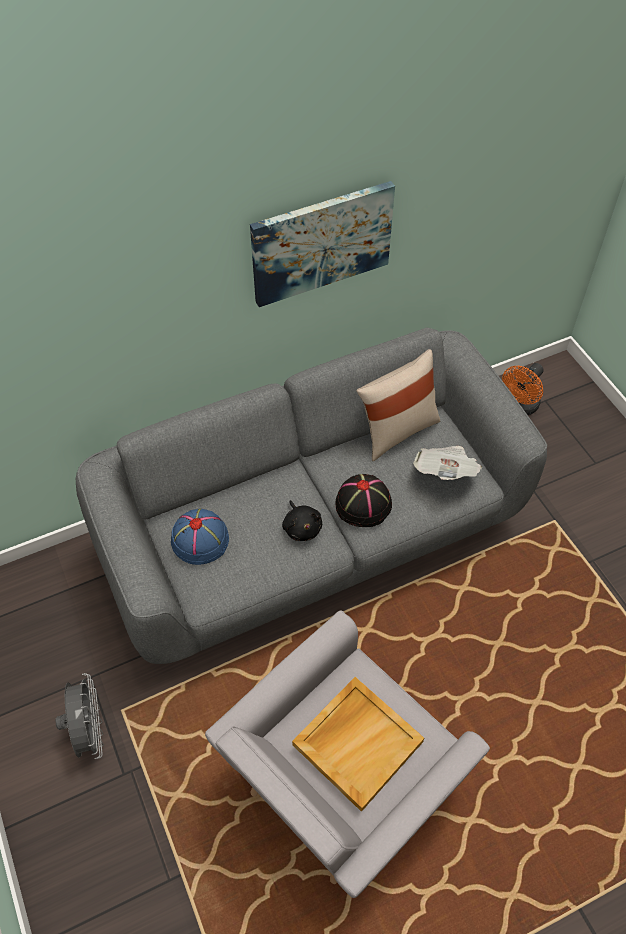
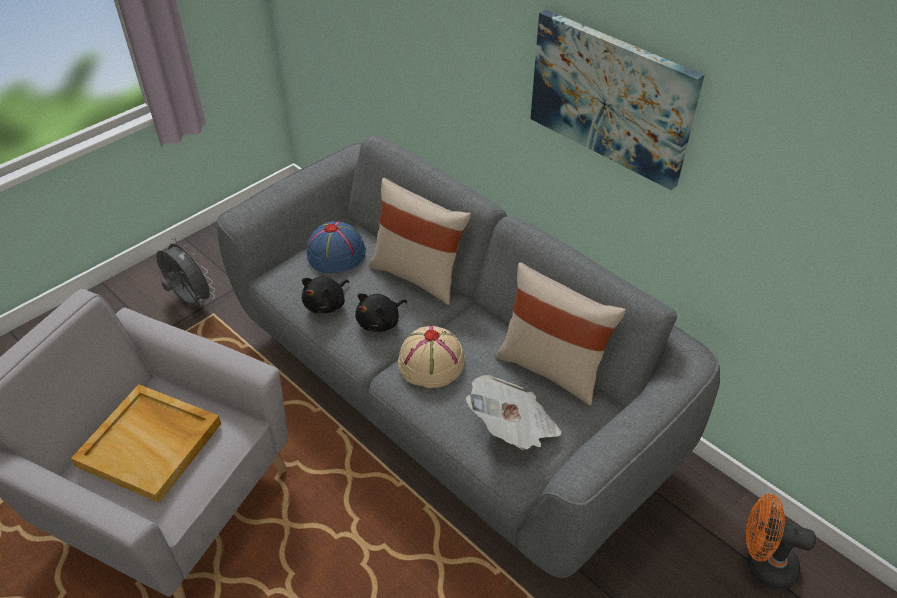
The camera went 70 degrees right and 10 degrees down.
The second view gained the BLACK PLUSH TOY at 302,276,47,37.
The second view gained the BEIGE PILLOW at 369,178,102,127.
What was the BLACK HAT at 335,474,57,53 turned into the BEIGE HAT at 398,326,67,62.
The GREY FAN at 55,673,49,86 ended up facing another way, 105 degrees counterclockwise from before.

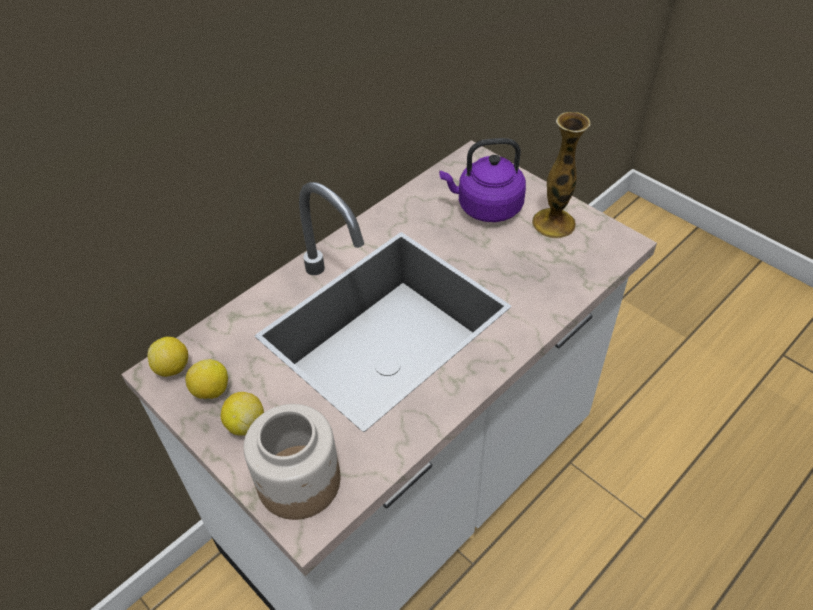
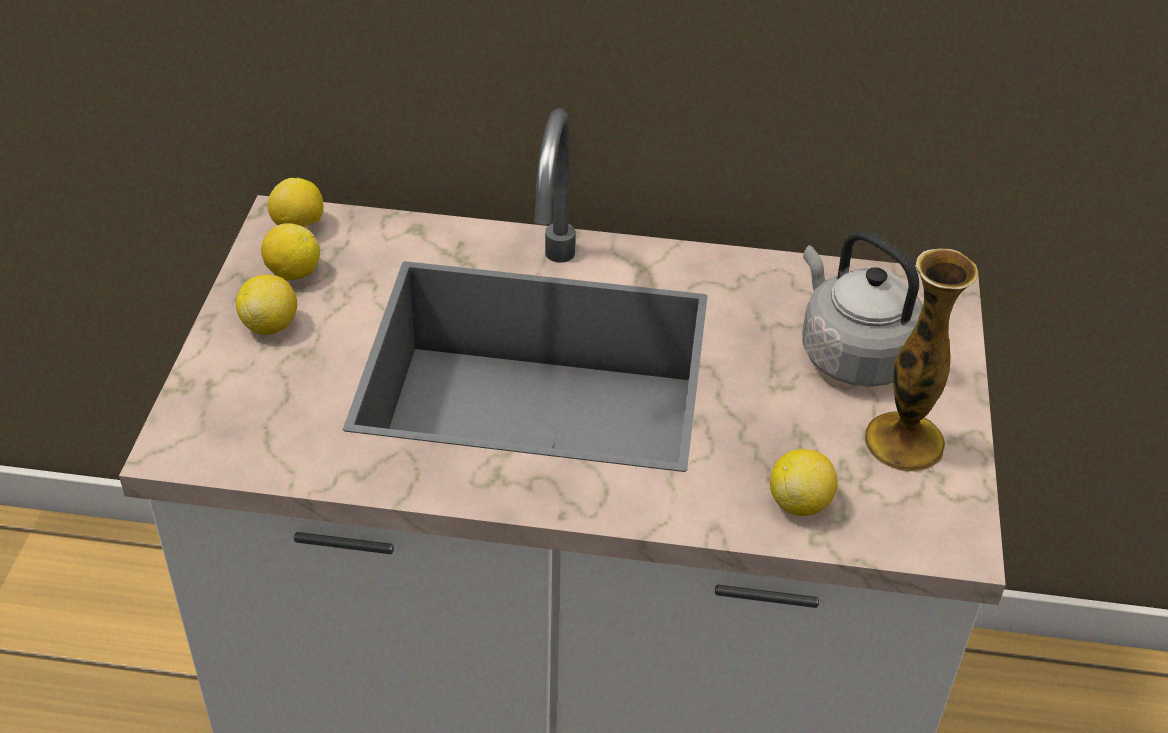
The camera went 50 degrees right and 5 degrees down.
The second view lost the JAR at 243,404,98,116.
The second view gained the LEMON at 770,449,68,67.
What was the PURPLE KETTLE at 439,138,87,84 turned into the GREY KETTLE at 802,230,121,157.

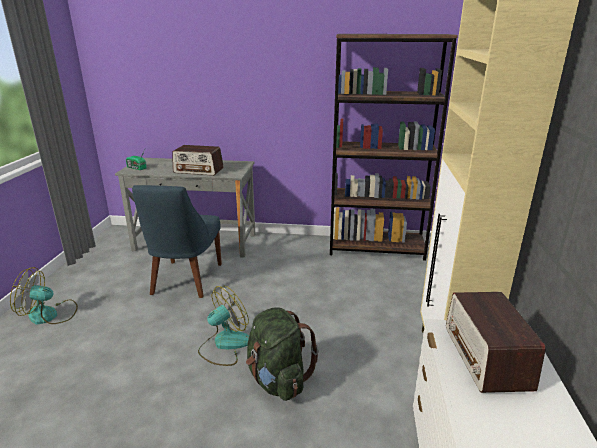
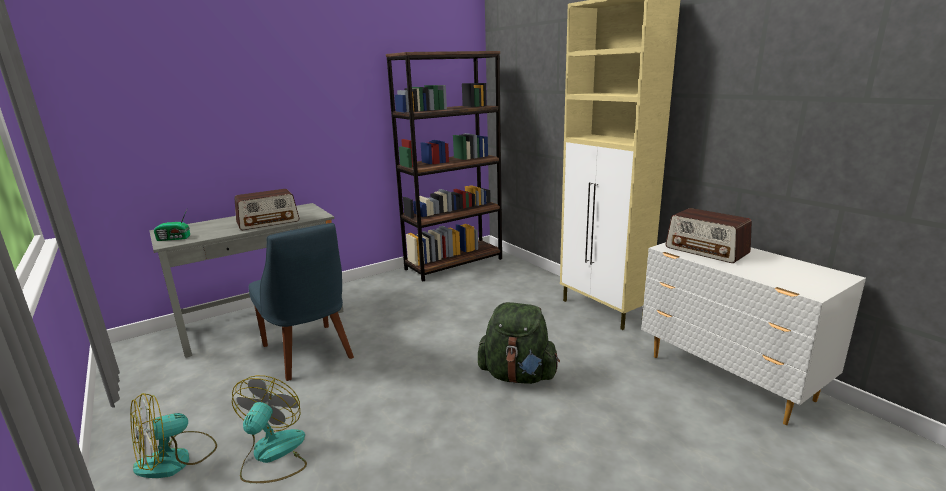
The camera went 40 degrees left and 5 degrees down.
The FAN ended up elsewhere, having gone from 198,286,51,80 to 232,375,75,108.

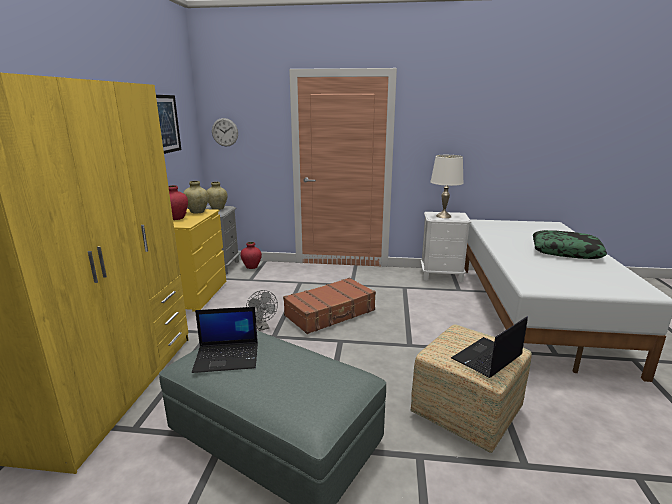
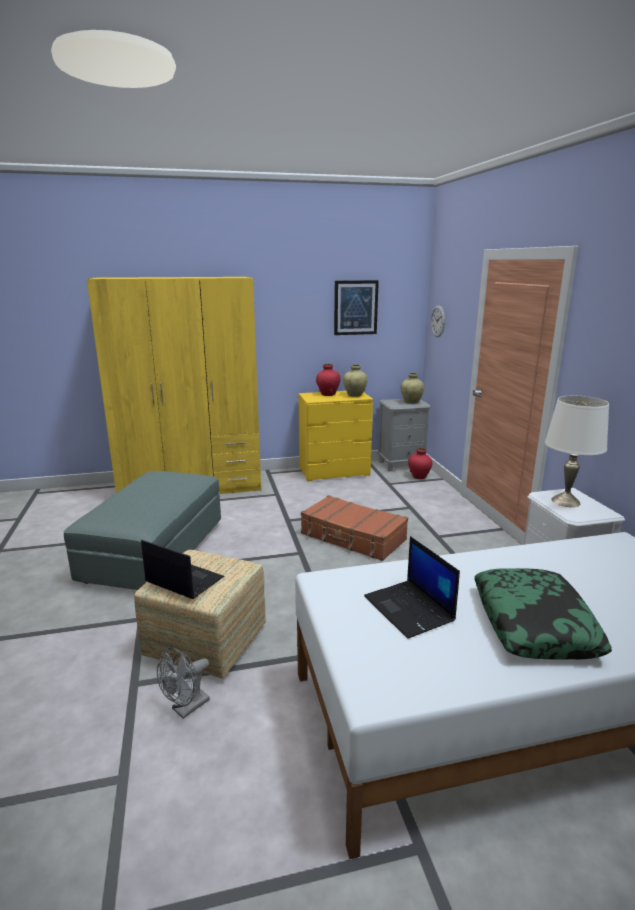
The camera went 70 degrees right and 0 degrees up.
The LAPTOP ended up elsewhere, having gone from 192,307,66,66 to 364,536,96,103.
The GREY FAN ended up elsewhere, having gone from 246,290,32,41 to 157,647,53,72.

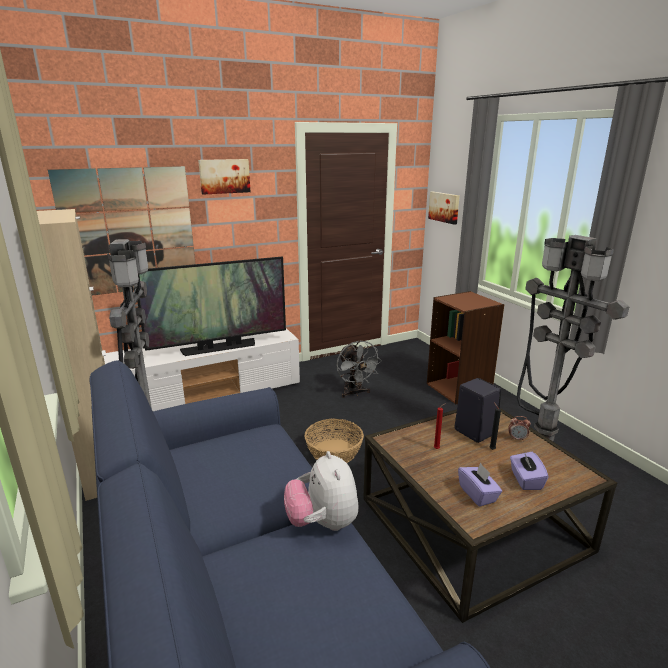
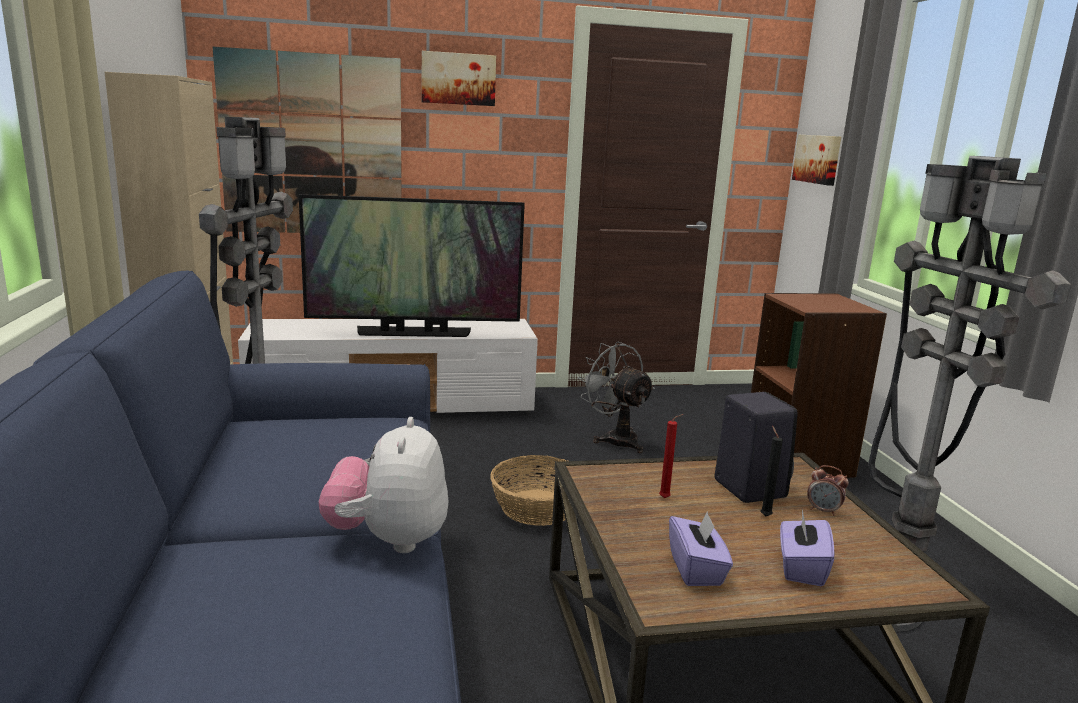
The camera went 15 degrees right and 5 degrees down.
The GREY FAN at 337,340,45,58 ended up facing another way, 150 degrees clockwise from before.

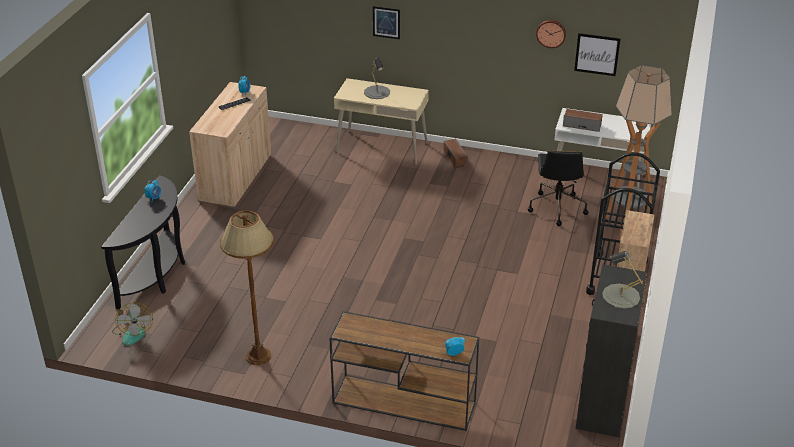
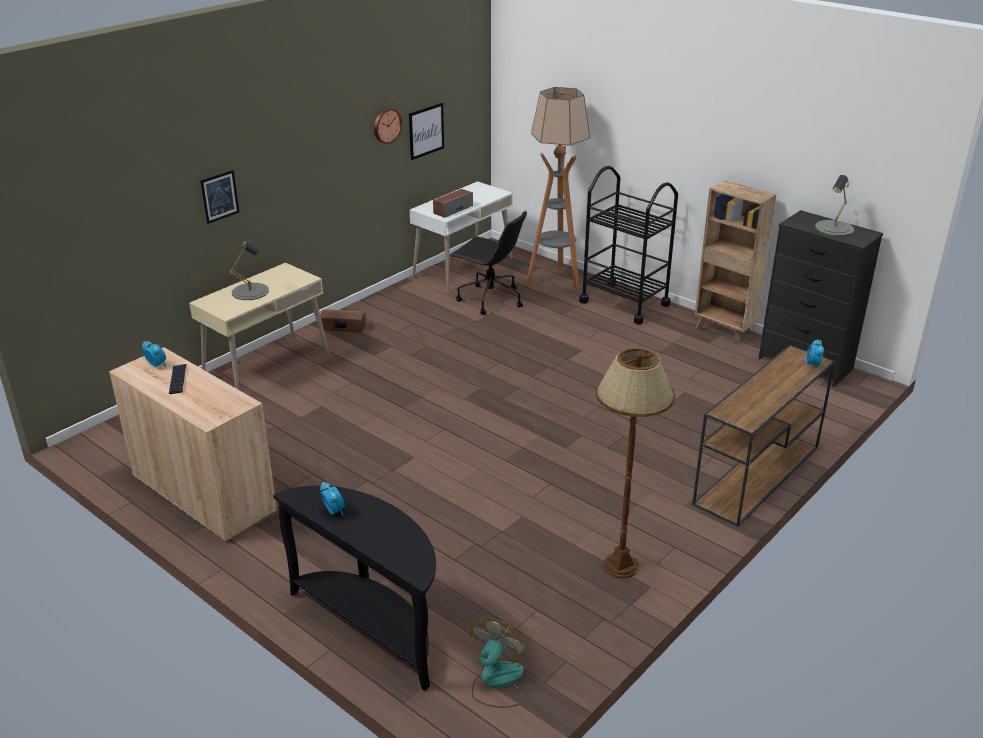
The camera went 65 degrees left and 5 degrees down.
The FAN at 112,303,41,42 ended up facing another way, 75 degrees counterclockwise from before.

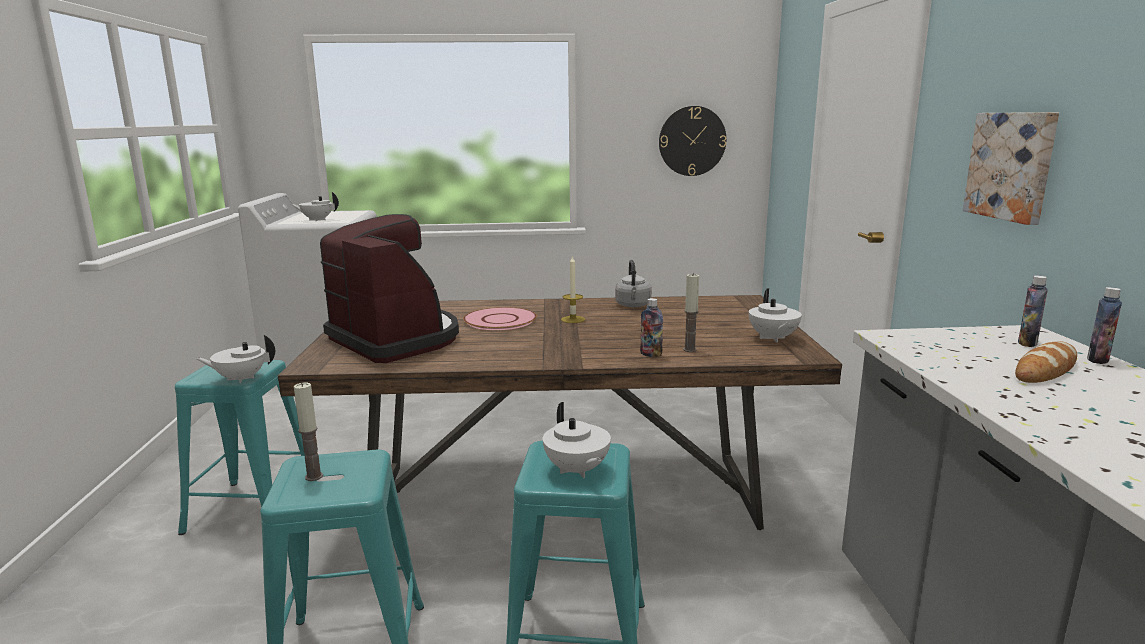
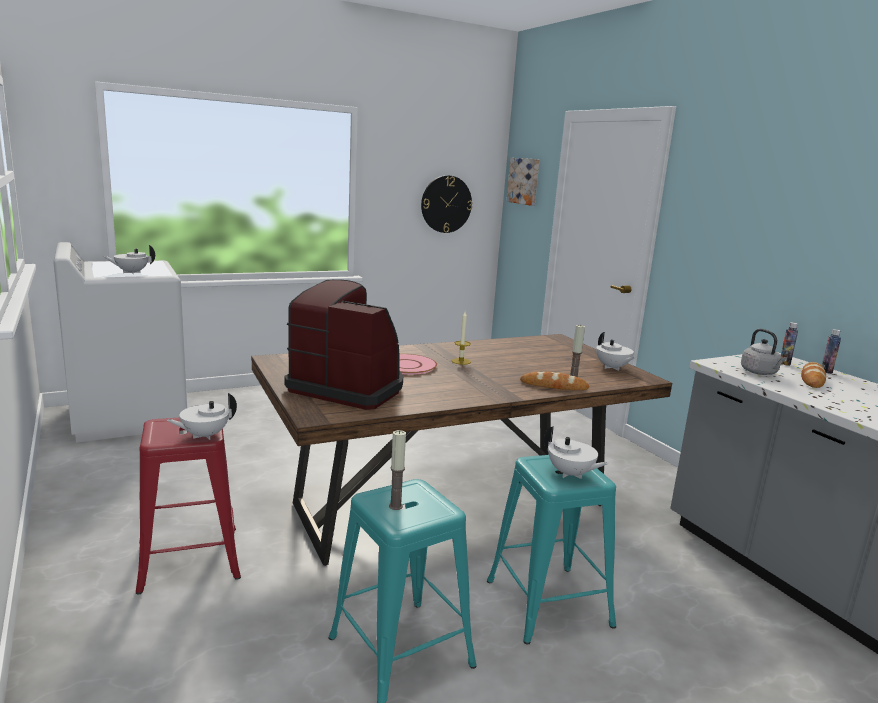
The camera went 25 degrees left and 0 degrees up.
The GREY KETTLE ended up elsewhere, having gone from 615,260,37,47 to 741,329,46,46.
The PICTURE ended up elsewhere, having gone from 963,112,96,113 to 507,158,33,48.
Where the BOTTLE stood at 640,298,23,59, the BREAD came to stand at 520,371,69,19.
What was the TURQUOISE STOOL at 175,360,143,175 turned into the RED STOOL at 136,417,105,178.

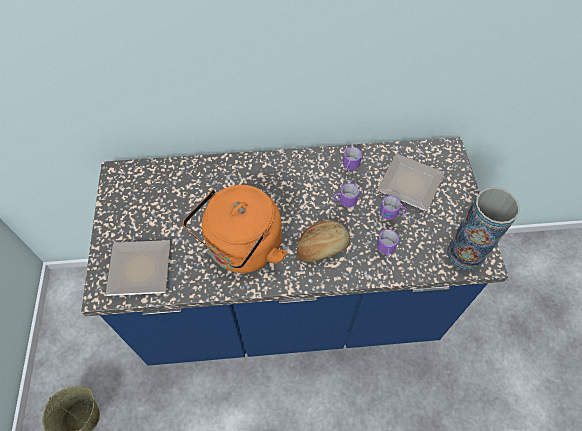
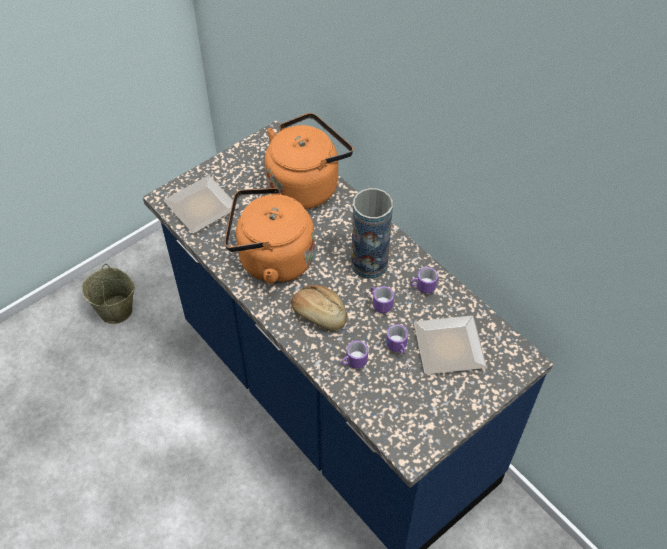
The camera went 55 degrees right and 5 degrees down.
The second view gained the ORANGE KETTLE at 265,113,88,96.
The VASE ended up elsewhere, having gone from 447,187,73,83 to 351,188,42,91.

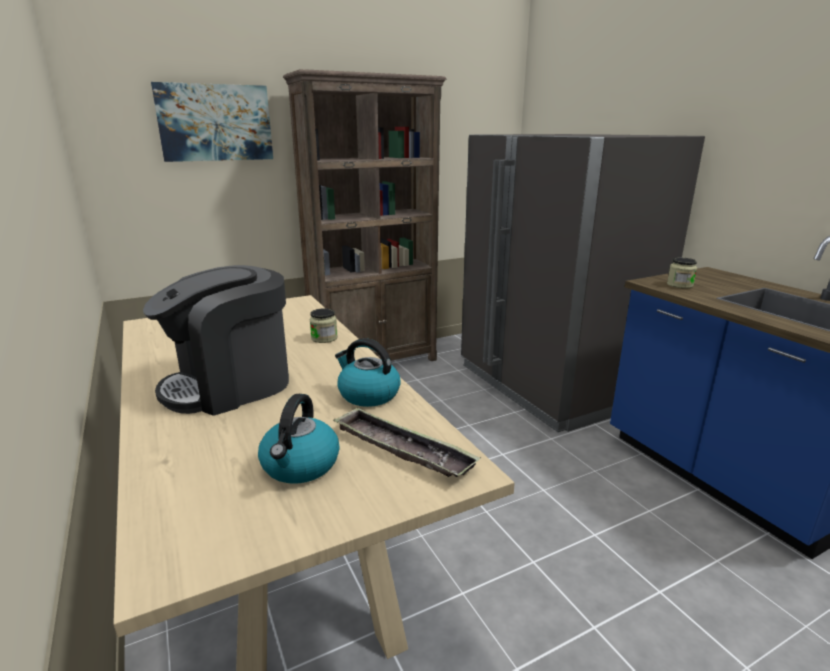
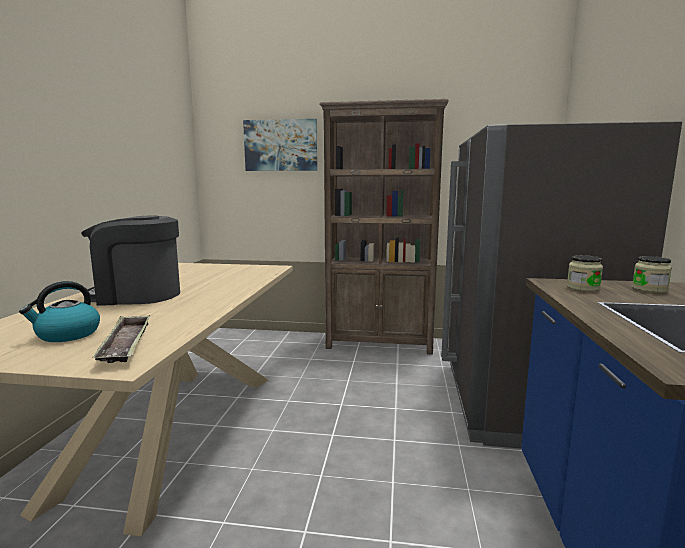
The camera went 35 degrees right and 10 degrees down.
The second view lost the KETTLE at 335,338,66,69.
The JAR ended up elsewhere, having gone from 310,308,28,35 to 632,256,40,37.

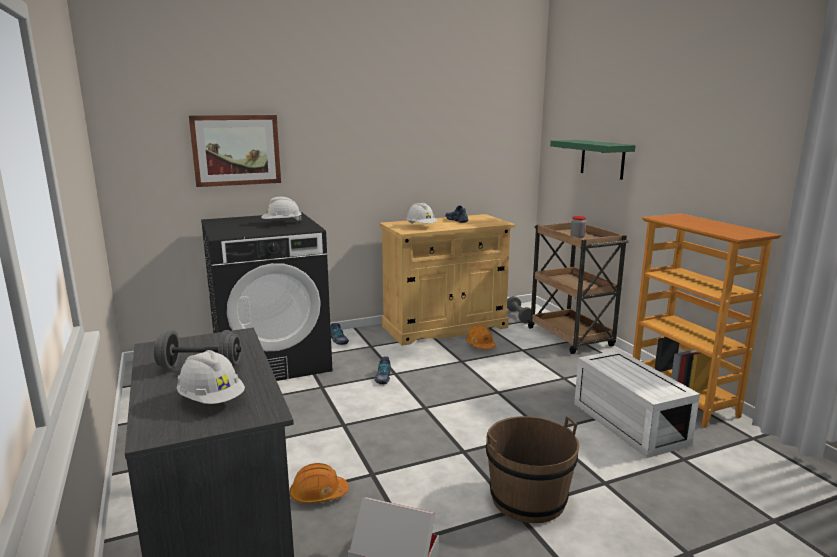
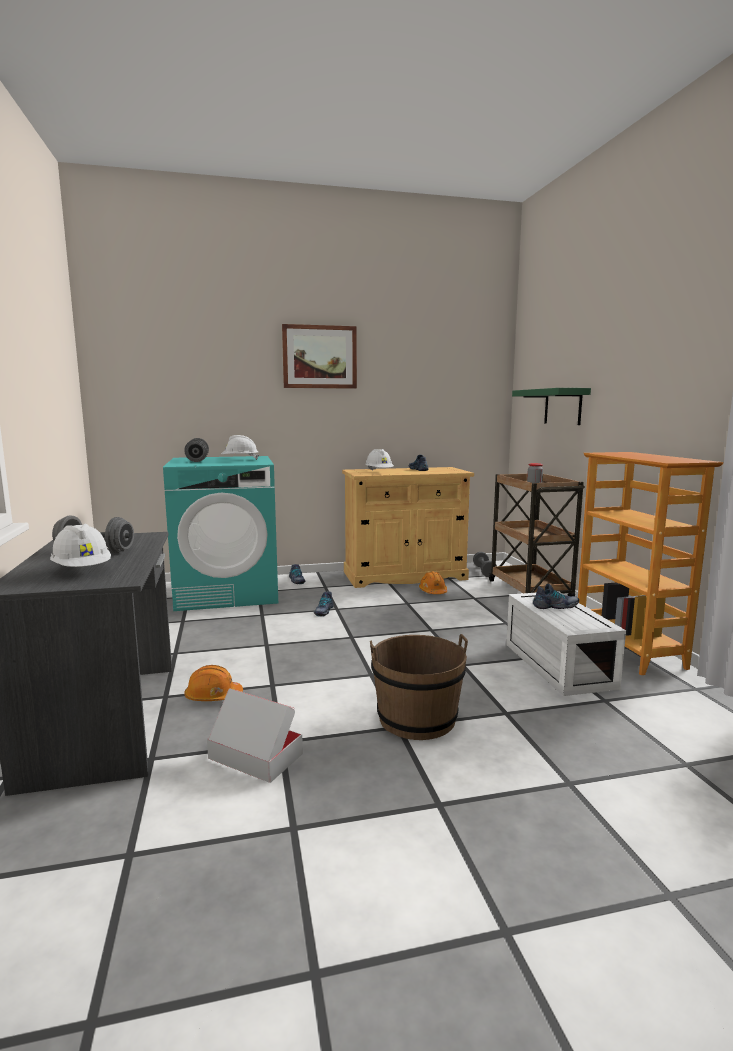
The camera went 10 degrees right and 5 degrees down.
The second view gained the GREY DUMBBELL at 184,438,25,24.
The second view gained the SHOE at 533,584,46,25.
The PICTURE ended up elsewhere, having gone from 189,115,92,72 to 282,324,75,65.
What was the BLACK WASHING MACHINE at 201,212,131,169 turned into the TURQUOISE WASHING MACHINE at 163,456,115,155.

